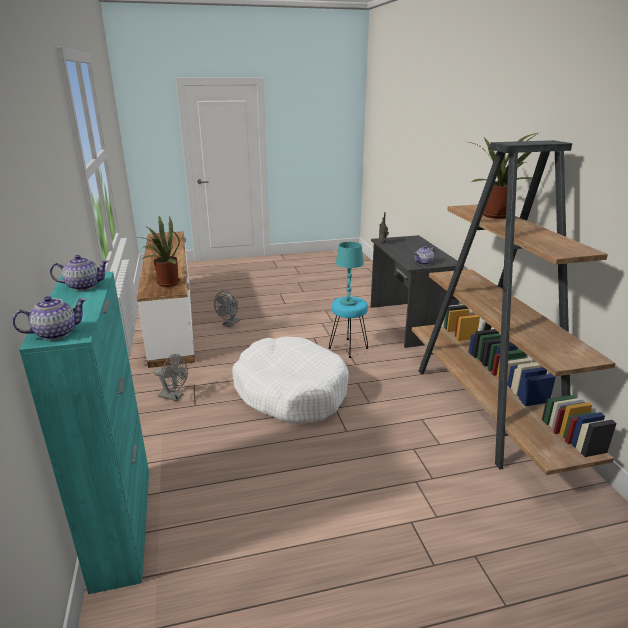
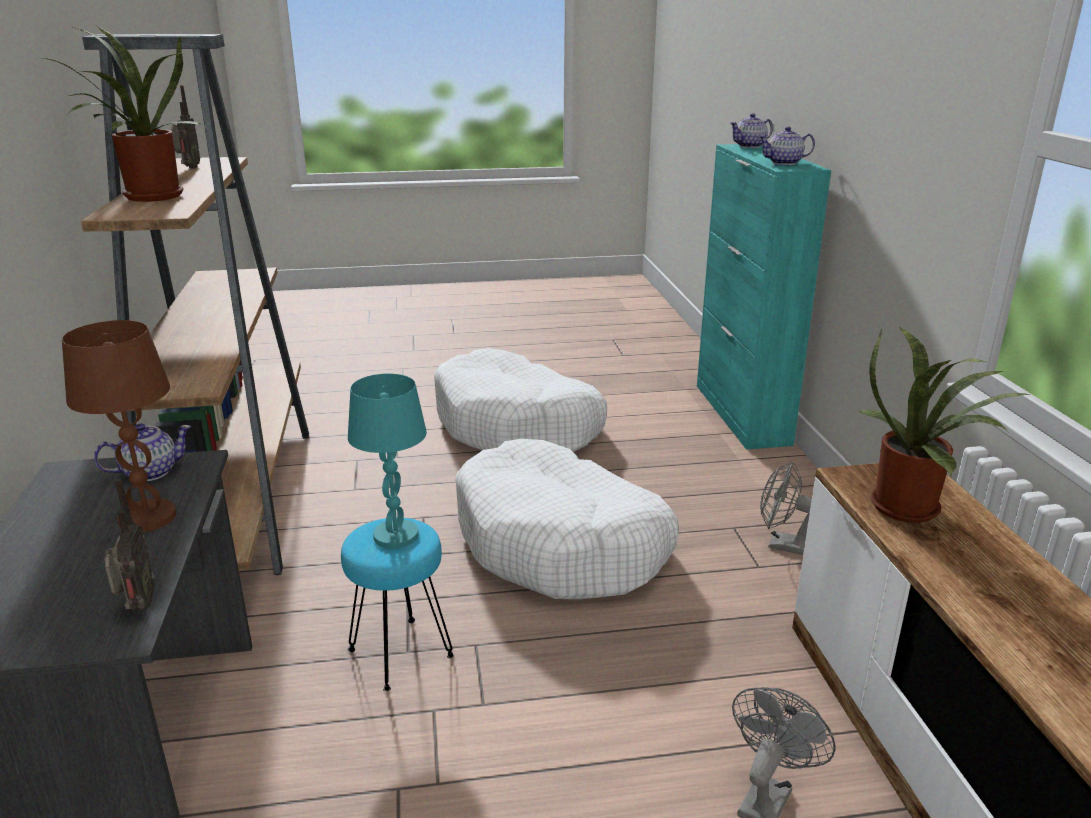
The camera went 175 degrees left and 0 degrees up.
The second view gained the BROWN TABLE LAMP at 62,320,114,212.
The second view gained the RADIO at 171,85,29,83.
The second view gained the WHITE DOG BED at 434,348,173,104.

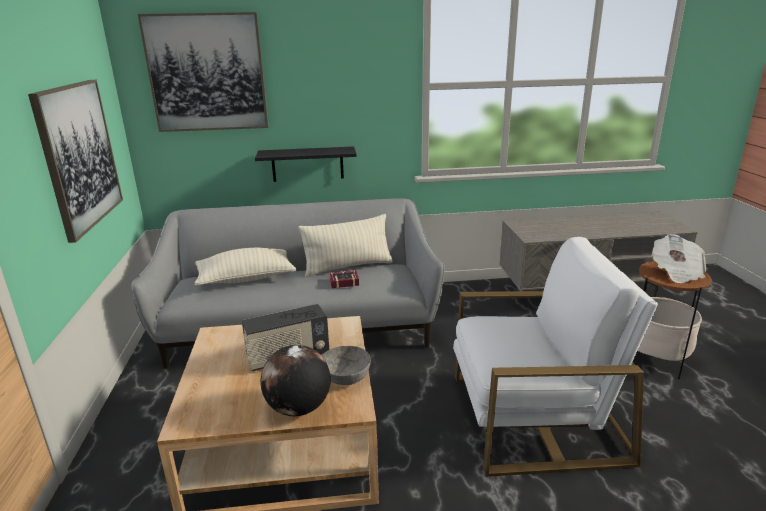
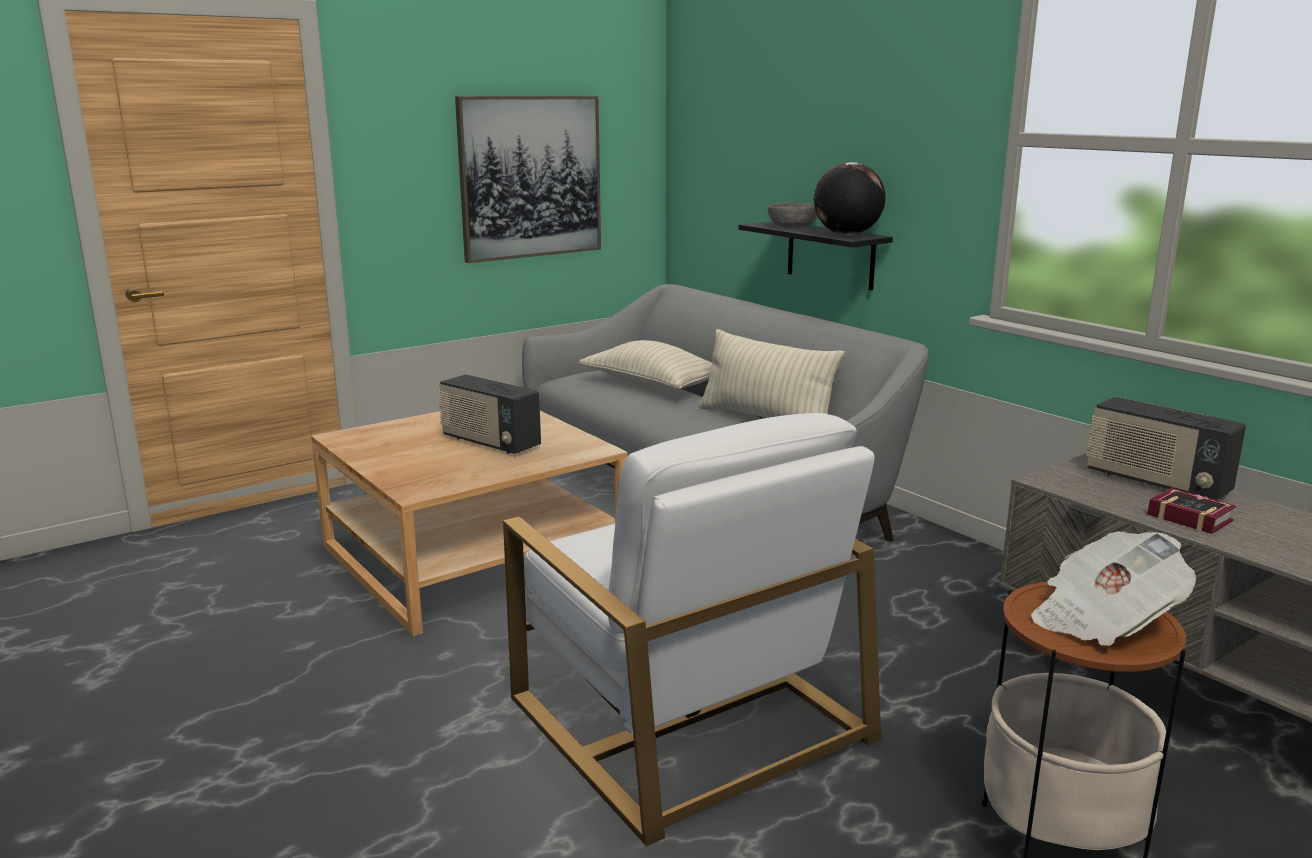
The camera went 60 degrees right and 5 degrees down.
The second view lost the PICTURE at 138,12,131,120.
The second view gained the RADIO at 1086,397,160,103.
The GLOBE ended up elsewhere, having gone from 261,345,70,71 to 814,162,72,73.
The GREY BOWL ended up elsewhere, having gone from 322,346,49,39 to 767,203,50,25.
The BOOK ended up elsewhere, having gone from 329,270,30,18 to 1147,488,89,46.

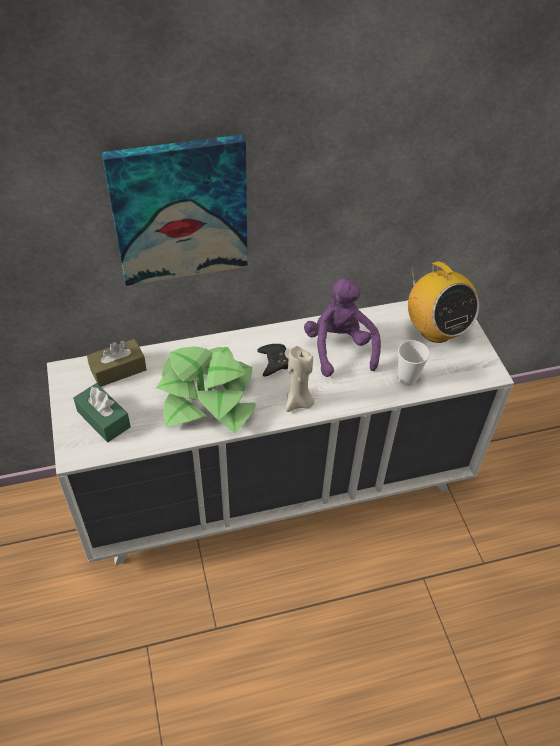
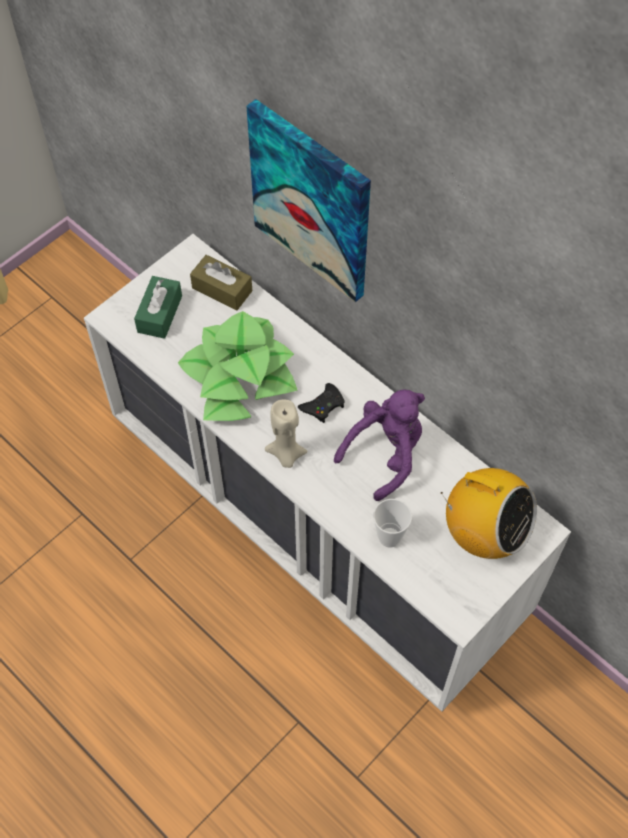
The camera went 60 degrees right and 10 degrees up.
The RADIO at 408,261,71,82 ended up facing another way, 90 degrees counterclockwise from before.

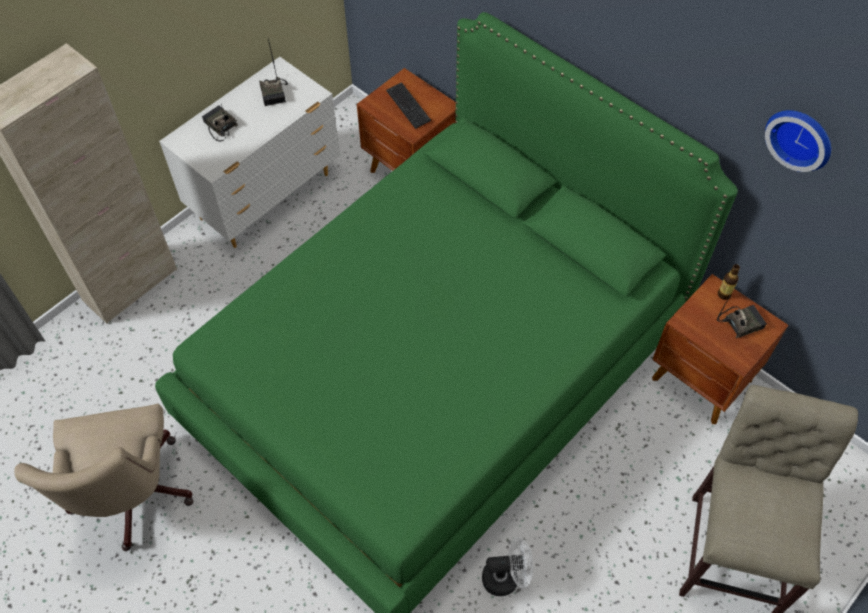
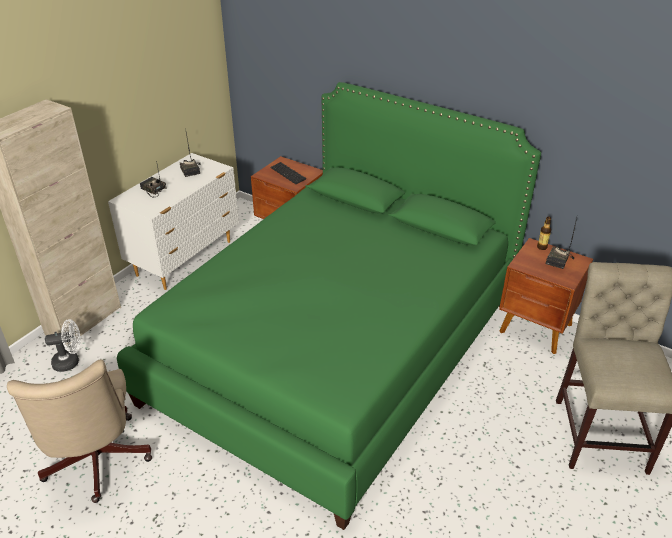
The camera went 10 degrees left and 20 degrees down.
The second view lost the WALL CLOCK at 765,110,66,62.
The WHITE FAN ended up elsewhere, having gone from 482,537,51,59 to 45,319,36,53.
The RADIO at 717,296,50,42 ended up facing another way, 150 degrees clockwise from before.

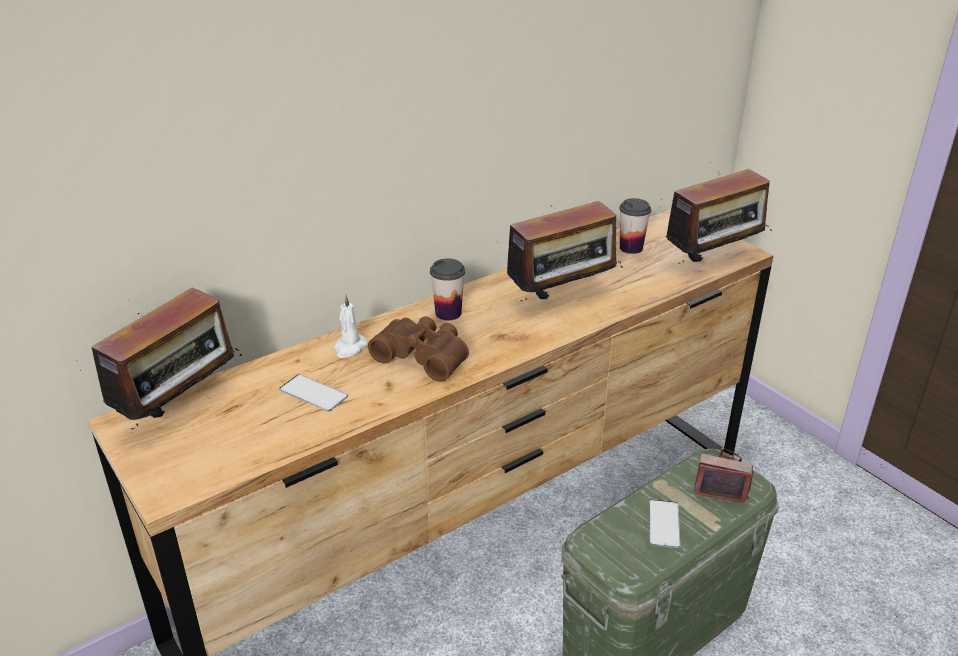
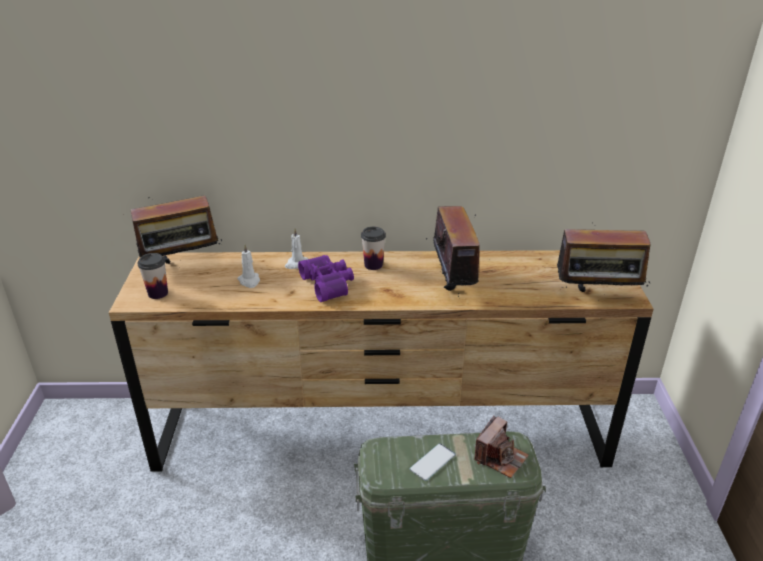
The camera went 35 degrees right and 0 degrees up.
The CUP ended up elsewhere, having gone from 619,198,32,56 to 138,253,30,46.
Where the PHONE stood at 279,374,69,37, the WHITE CANDLE came to stand at 237,245,23,43.
What was the BROWN BINOCULARS at 368,316,101,66 turned into the PURPLE BINOCULARS at 298,255,56,47.
The RADIO at 507,194,116,107 ended up facing another way, 105 degrees counterclockwise from before.
The PHOTO CAMERA at 694,448,60,55 ended up facing another way, 75 degrees clockwise from before.

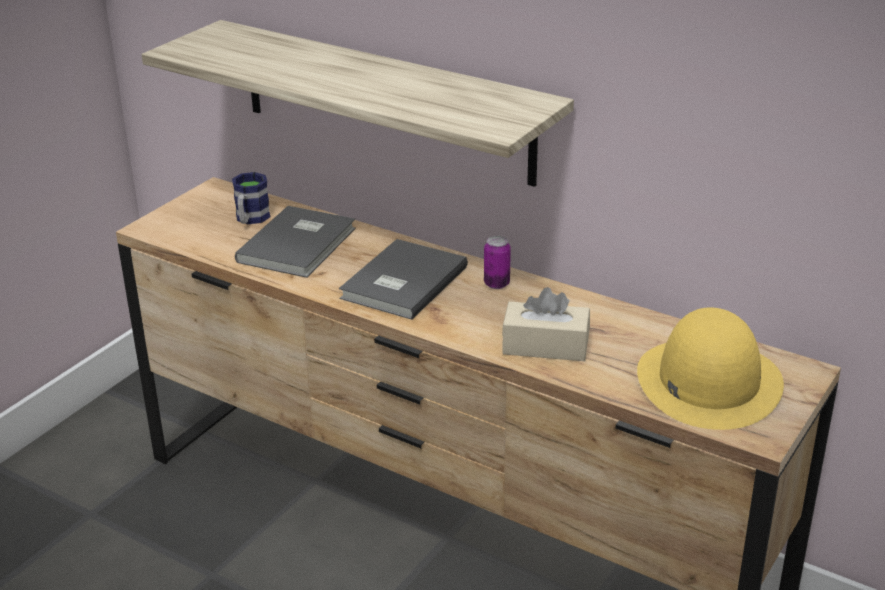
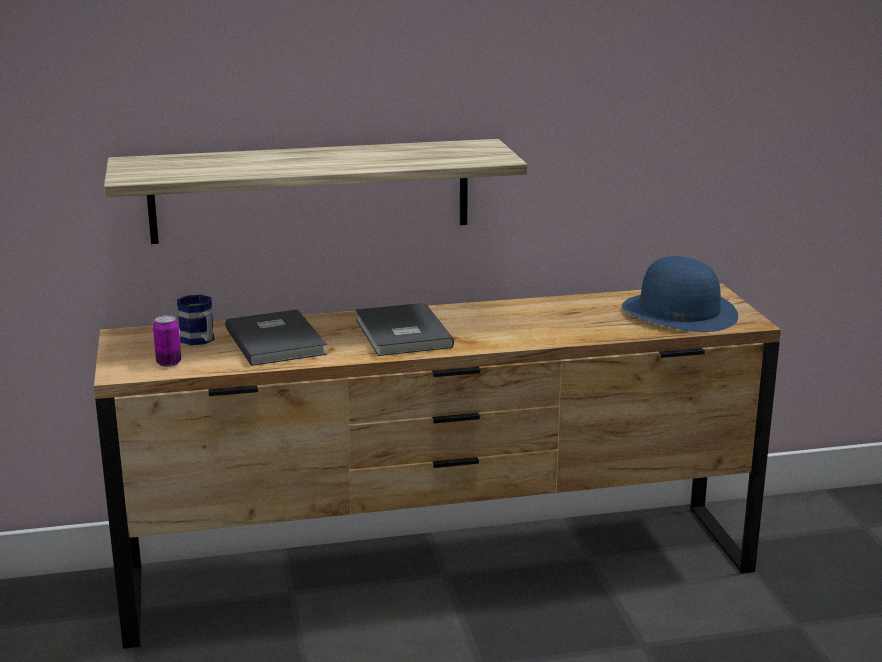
The camera went 45 degrees left and 10 degrees down.
The second view lost the BEIGE TISSUE BOX at 502,287,88,74.
The CAN ended up elsewhere, having gone from 484,236,27,53 to 153,315,28,52.
What was the YELLOW HAT at 637,308,147,122 turned into the BLUE HAT at 622,256,116,76.

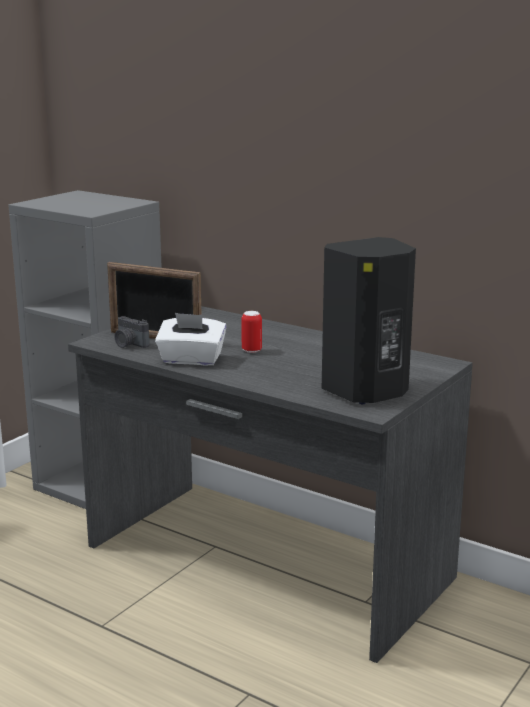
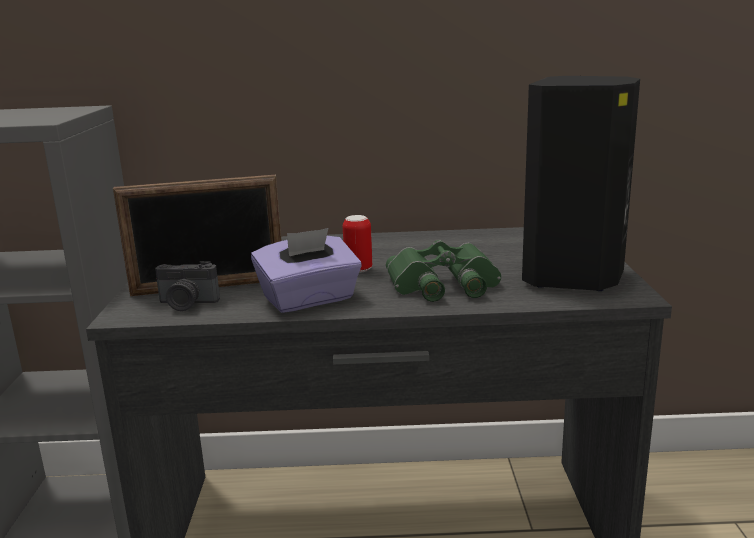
The camera went 35 degrees left and 0 degrees up.
The second view gained the GREEN BINOCULARS at 386,240,115,62.
What was the WHITE TISSUE BOX at 155,313,72,52 turned into the PURPLE TISSUE BOX at 251,228,111,85.

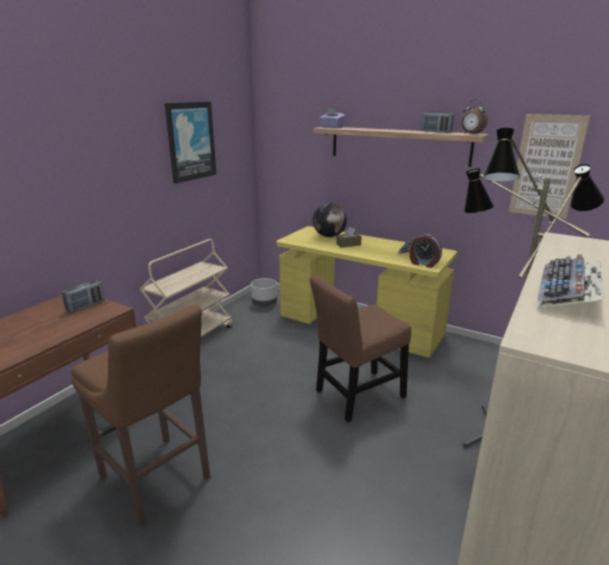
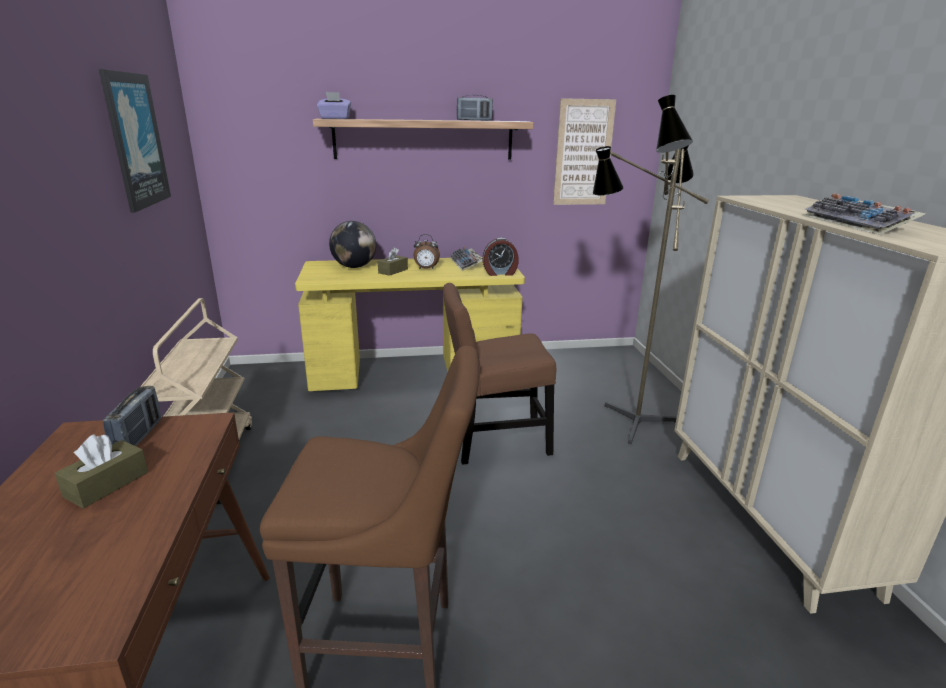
The camera went 40 degrees left and 0 degrees up.
The second view lost the GREY PLANTER at 251,278,26,29.
The second view gained the BROWN TISSUE BOX at 55,434,93,75.
The ALARM CLOCK ended up elsewhere, having gone from 461,99,27,36 to 414,234,26,36.
The BROWN CHAIR at 310,275,101,148 ended up facing another way, 60 degrees clockwise from before.

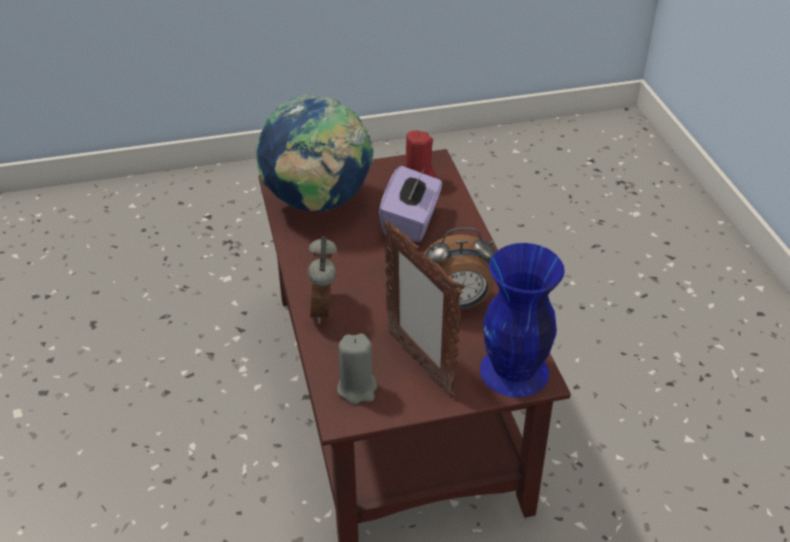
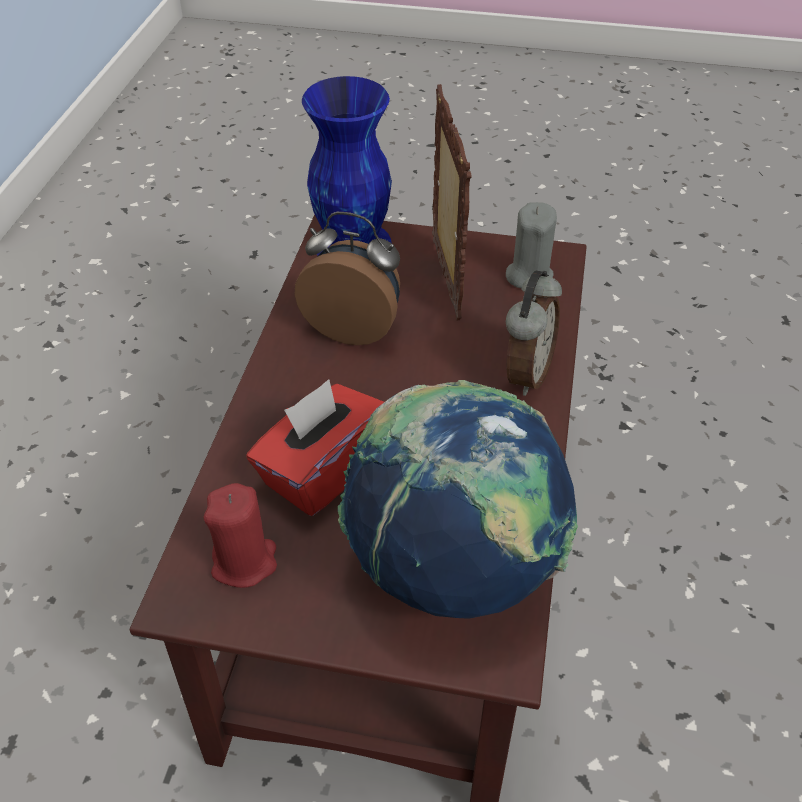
The camera went 155 degrees left and 5 degrees up.
What was the PURPLE TISSUE BOX at 379,166,63,76 turned into the RED TISSUE BOX at 246,379,138,137.

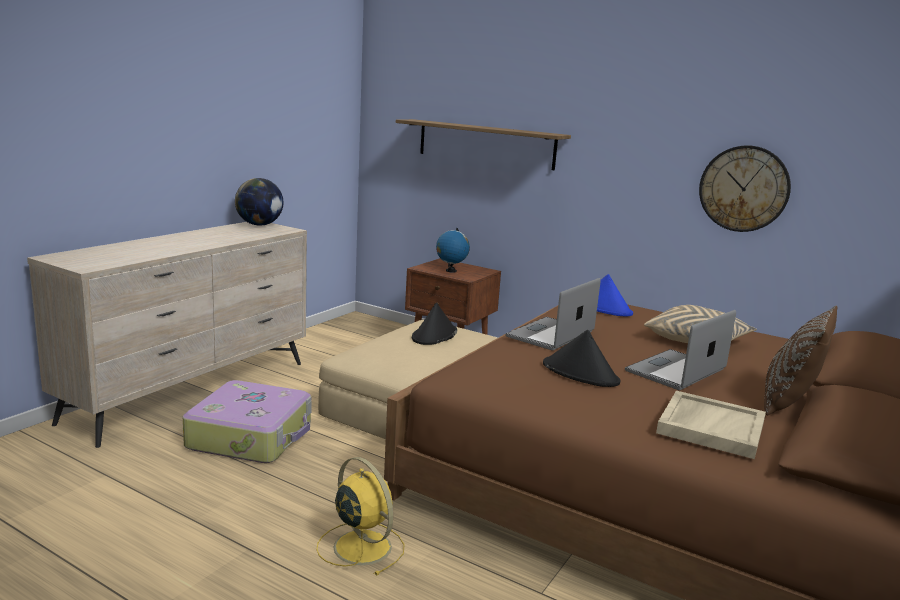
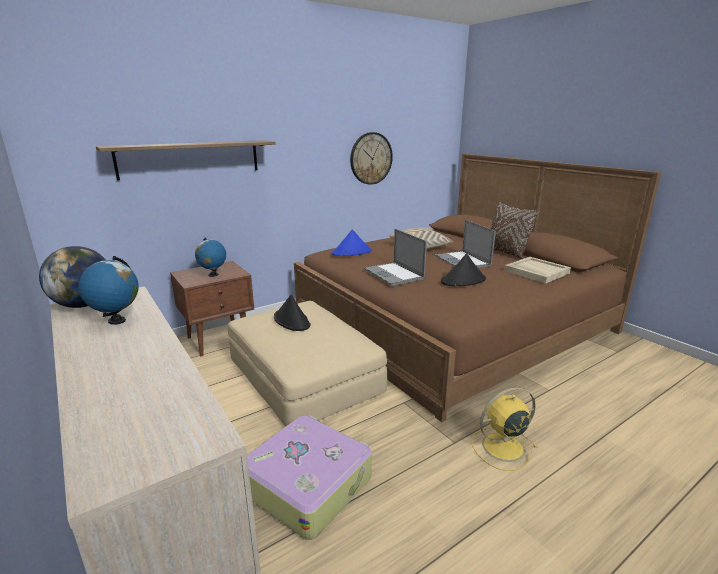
The camera went 65 degrees left and 5 degrees up.
The second view gained the GLOBE at 78,256,61,69.

